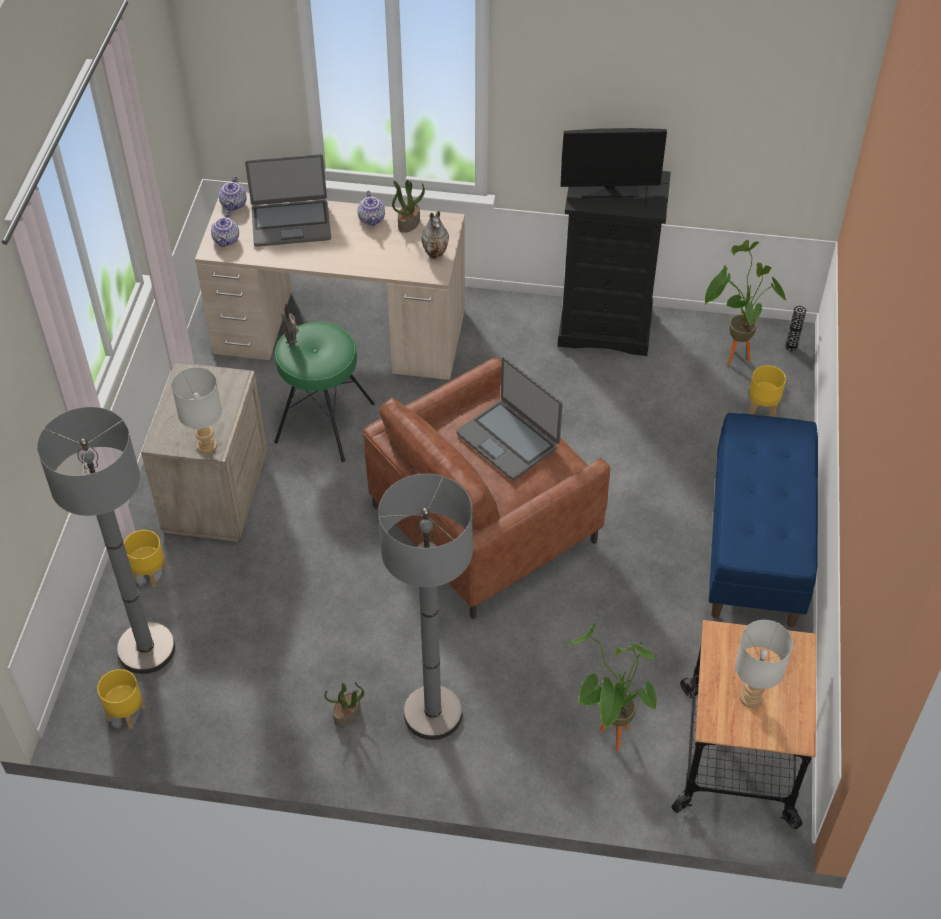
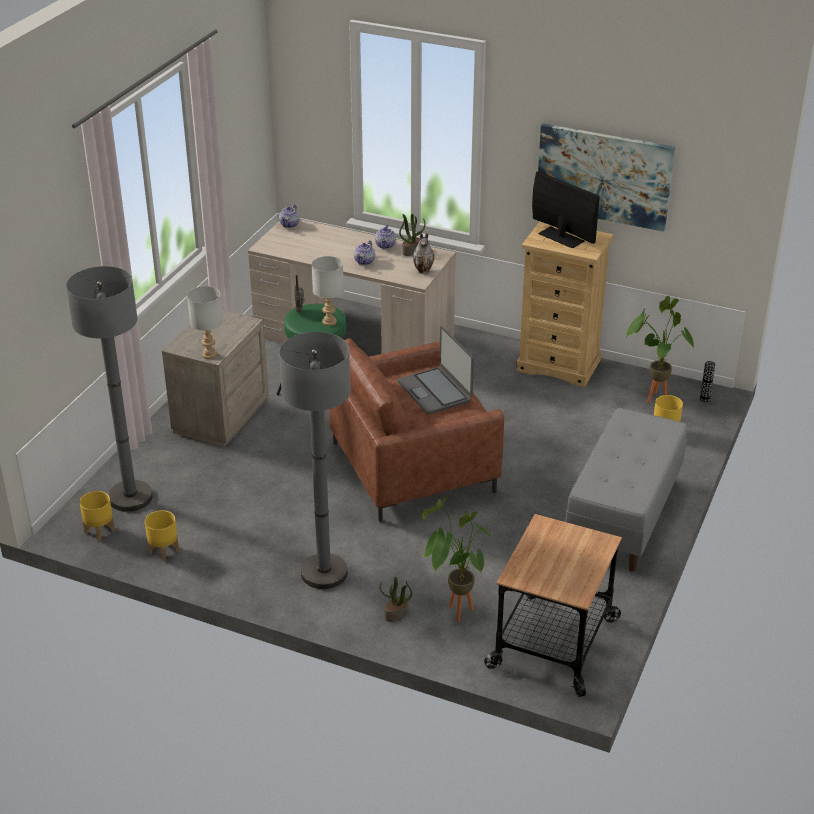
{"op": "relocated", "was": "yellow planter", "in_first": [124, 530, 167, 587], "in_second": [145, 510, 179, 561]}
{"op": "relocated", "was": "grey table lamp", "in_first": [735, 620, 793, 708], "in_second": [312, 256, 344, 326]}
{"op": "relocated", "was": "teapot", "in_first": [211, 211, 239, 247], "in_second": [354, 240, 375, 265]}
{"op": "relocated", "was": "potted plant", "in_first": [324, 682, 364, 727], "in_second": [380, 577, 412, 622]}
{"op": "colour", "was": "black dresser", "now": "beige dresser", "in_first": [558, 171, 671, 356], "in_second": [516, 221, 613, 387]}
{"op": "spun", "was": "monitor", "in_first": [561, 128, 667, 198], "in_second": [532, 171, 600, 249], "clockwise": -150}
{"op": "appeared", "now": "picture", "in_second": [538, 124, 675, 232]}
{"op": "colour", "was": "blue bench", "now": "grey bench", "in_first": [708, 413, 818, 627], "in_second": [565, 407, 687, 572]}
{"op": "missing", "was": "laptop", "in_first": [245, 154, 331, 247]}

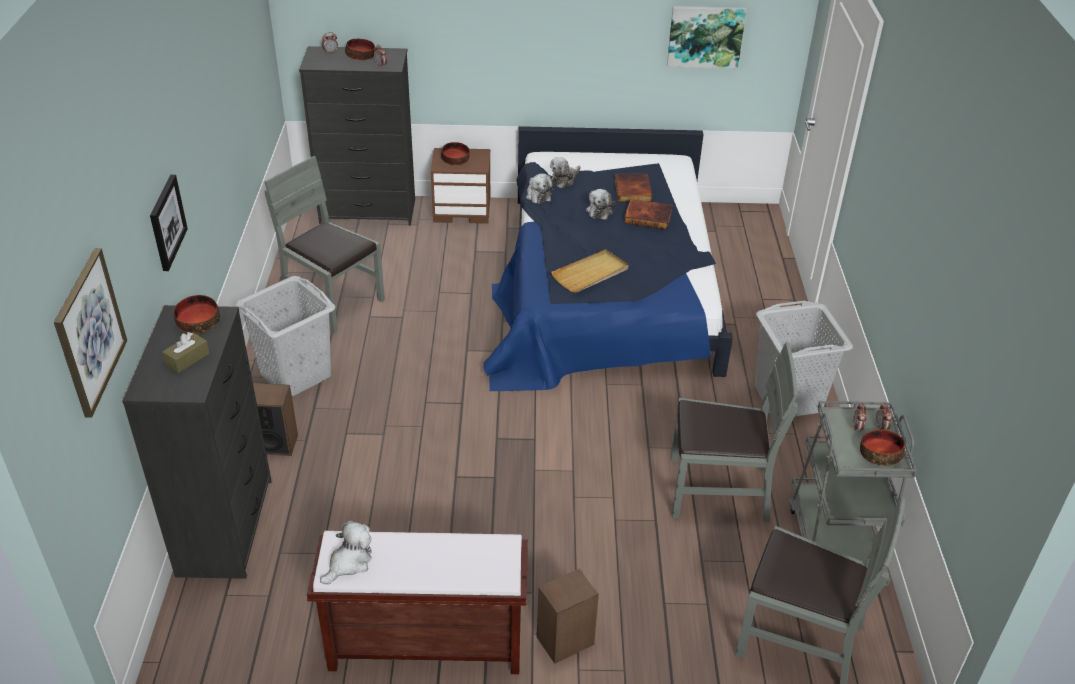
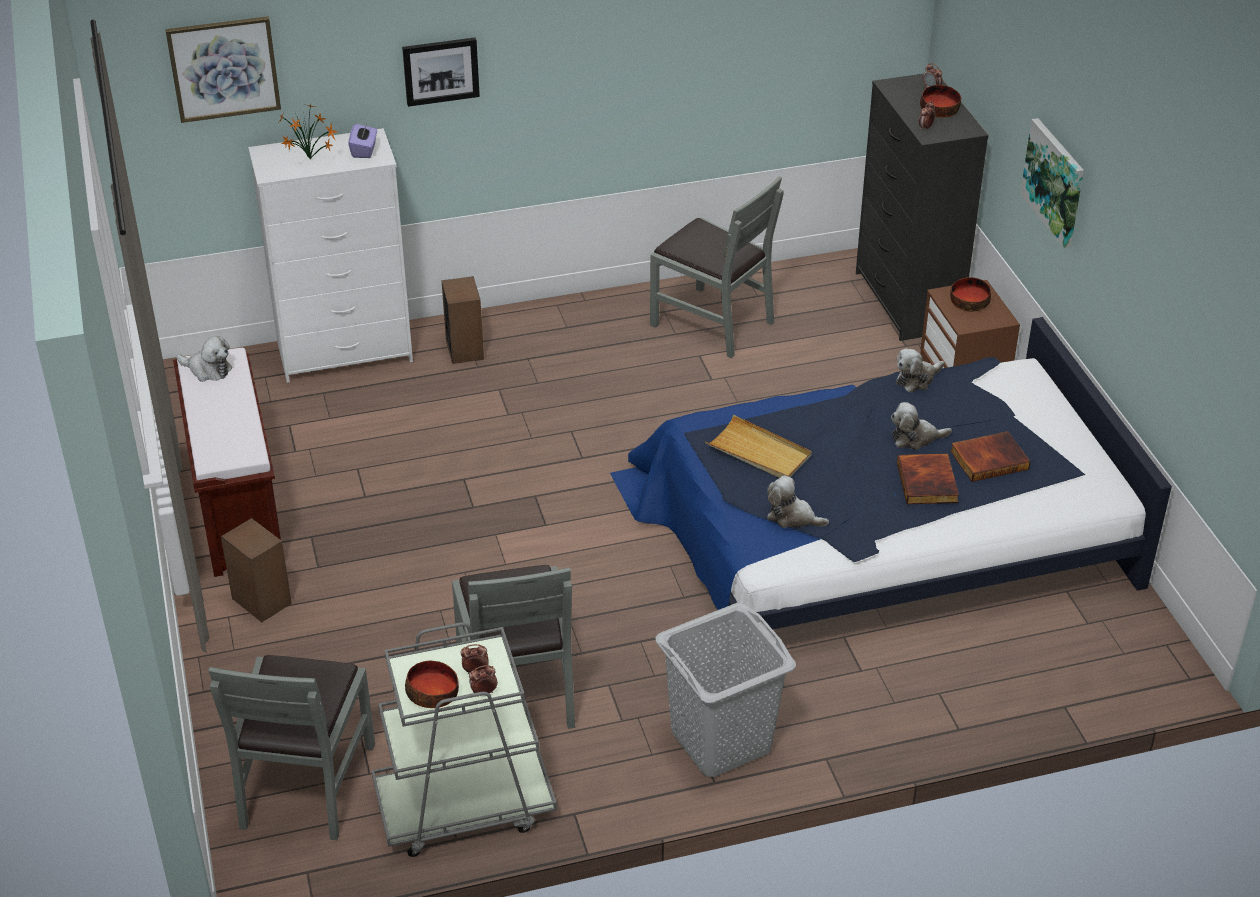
{"op": "colour", "was": "black dresser", "now": "white dresser", "in_first": [122, 305, 272, 579], "in_second": [248, 128, 413, 383]}
{"op": "exchanged", "was": "brown tissue box", "now": "potted plant", "in_first": [162, 332, 209, 373], "in_second": [278, 105, 338, 159]}
{"op": "exchanged", "was": "bowl", "now": "purple tissue box", "in_first": [173, 295, 220, 333], "in_second": [348, 122, 377, 158]}
{"op": "spun", "was": "grey chair", "in_first": [264, 156, 385, 333], "in_second": [650, 176, 784, 358], "clockwise": 105}
{"op": "relocated", "was": "plush toy", "in_first": [550, 157, 580, 188], "in_second": [767, 476, 829, 528]}
{"op": "relocated", "was": "picture", "in_first": [667, 6, 746, 68], "in_second": [1020, 118, 1084, 248]}
{"op": "missing", "was": "grey laundry basket", "in_first": [235, 276, 335, 397]}

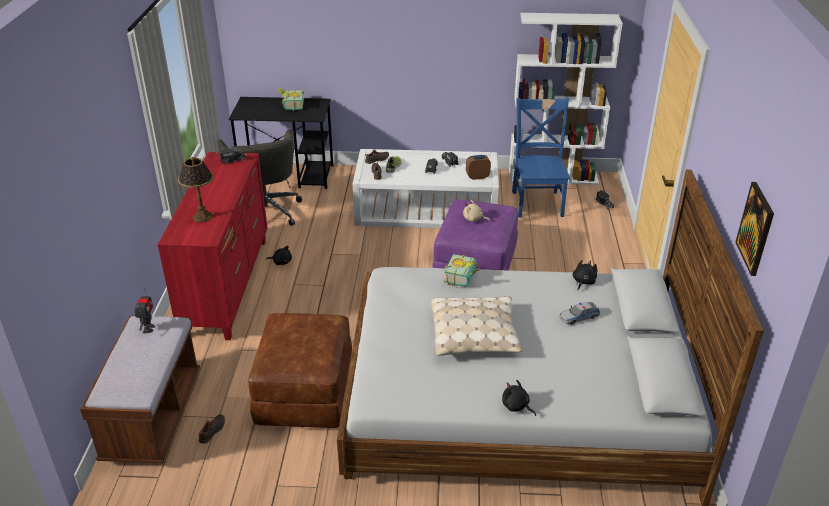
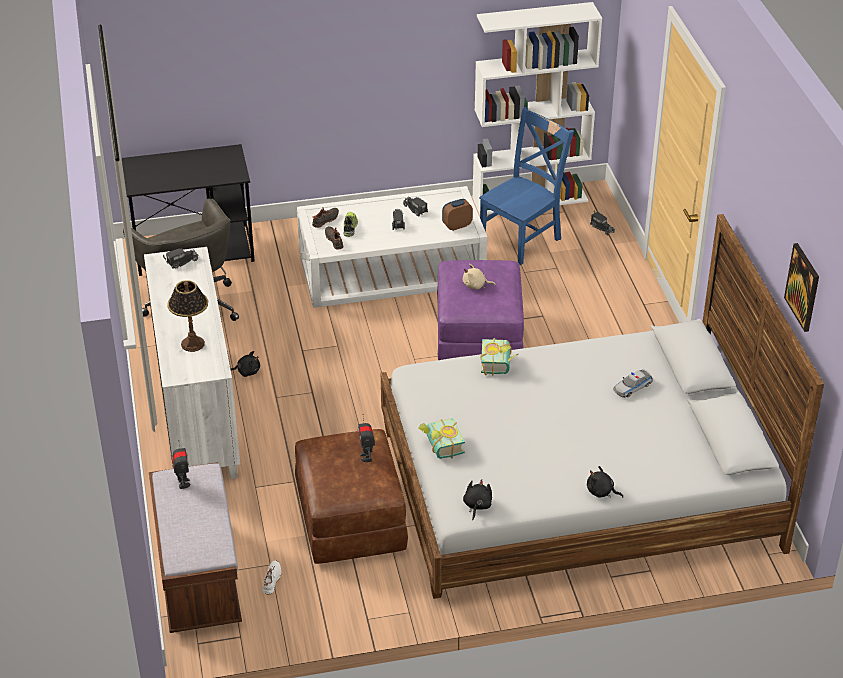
{"op": "colour", "was": "red dresser", "now": "white dresser", "in_first": [158, 152, 268, 340], "in_second": [144, 247, 240, 479]}
{"op": "colour", "was": "black shoe", "now": "white shoe", "in_first": [198, 414, 225, 444], "in_second": [263, 561, 281, 594]}
{"op": "appeared", "now": "toy robot", "in_second": [358, 414, 375, 462]}
{"op": "relocated", "was": "book", "in_first": [278, 88, 304, 111], "in_second": [418, 418, 465, 459]}
{"op": "relocated", "was": "black plush toy", "in_first": [573, 260, 597, 291], "in_second": [463, 479, 492, 520]}
{"op": "spun", "was": "blue chair", "in_first": [512, 97, 570, 217], "in_second": [479, 107, 574, 265], "clockwise": 60}
{"op": "missing", "was": "beige pillow", "in_first": [431, 296, 522, 355]}

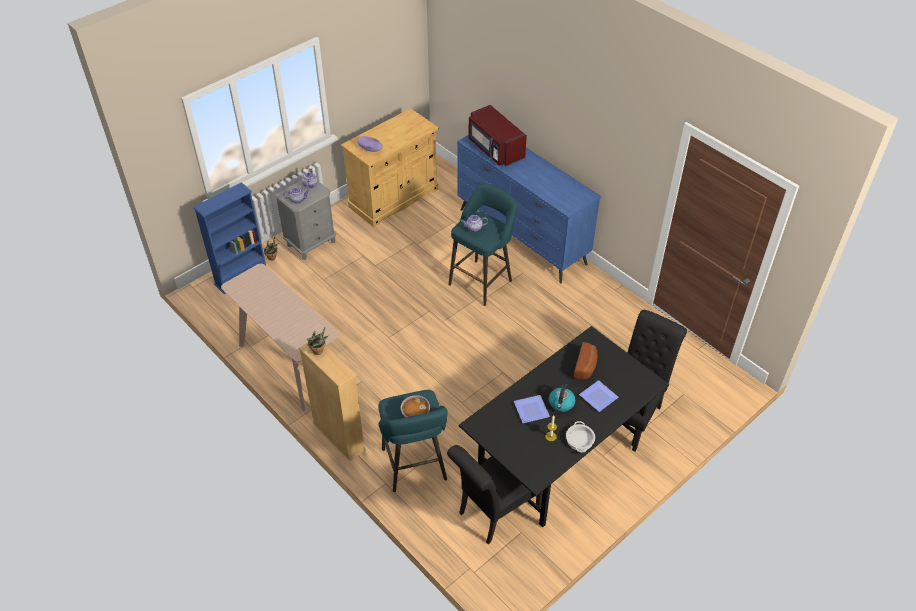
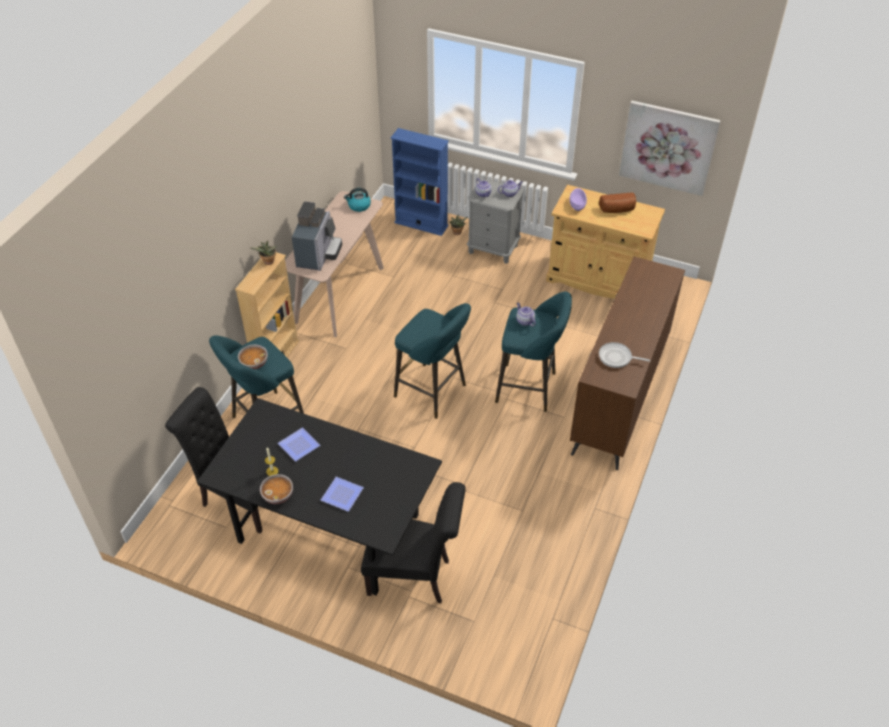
{"op": "exchanged", "was": "cooking pot", "now": "bowl", "in_first": [566, 421, 595, 452], "in_second": [260, 474, 293, 504]}
{"op": "appeared", "now": "coffee machine", "in_second": [292, 202, 342, 271]}
{"op": "relocated", "was": "kettle", "in_first": [549, 383, 575, 412], "in_second": [344, 188, 371, 212]}
{"op": "appeared", "now": "turquoise stool", "in_second": [394, 303, 471, 419]}
{"op": "colour", "was": "blue dresser", "now": "brown dresser", "in_first": [457, 135, 601, 284], "in_second": [570, 256, 685, 470]}
{"op": "relocated", "was": "bread", "in_first": [574, 342, 598, 380], "in_second": [599, 193, 636, 213]}
{"op": "appeared", "now": "frying pan", "in_second": [599, 342, 650, 368]}
{"op": "appeared", "now": "picture", "in_second": [619, 101, 721, 196]}
{"op": "missing", "was": "red microwave", "in_first": [469, 105, 527, 167]}

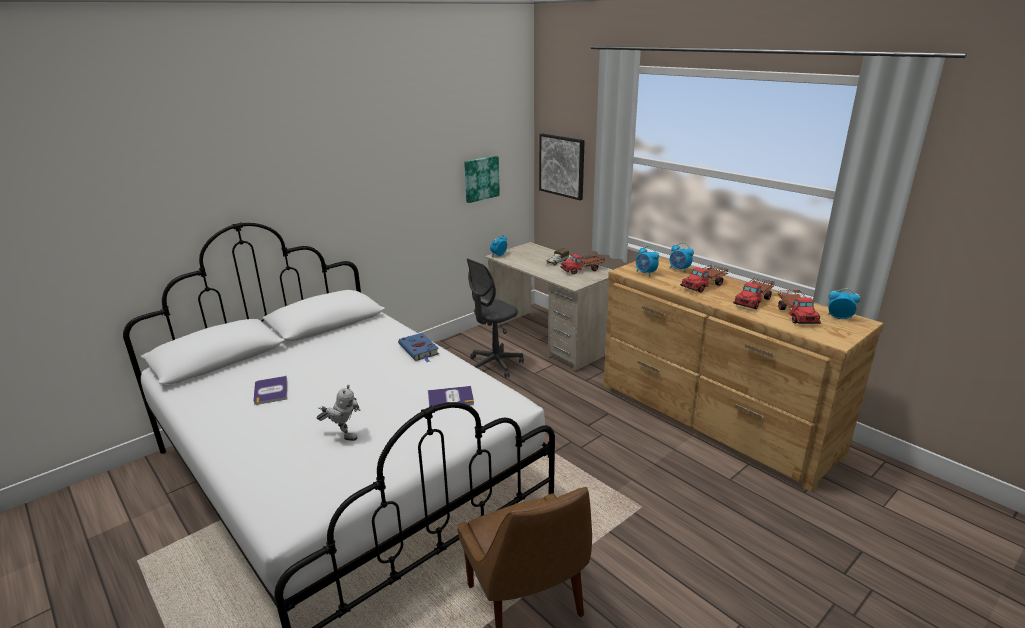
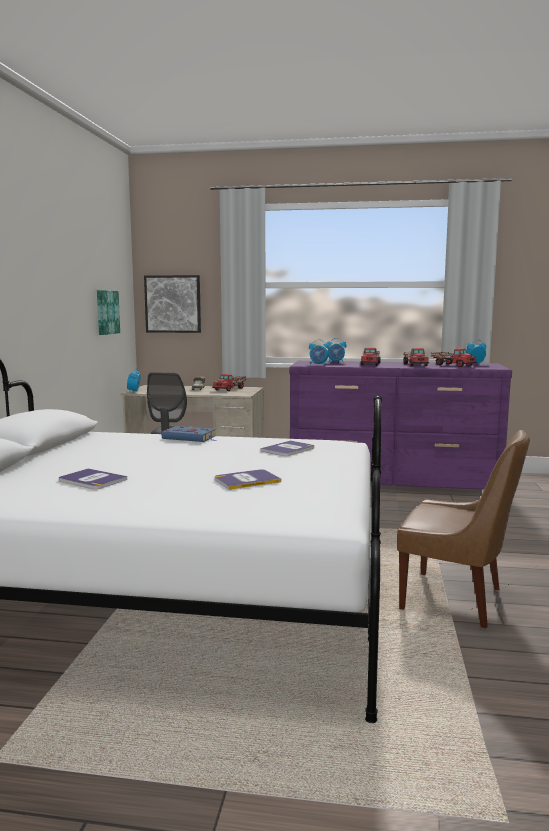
{"op": "exchanged", "was": "toy robot", "now": "book", "in_first": [316, 385, 360, 441], "in_second": [215, 469, 281, 490]}
{"op": "colour", "was": "brown dresser", "now": "purple dresser", "in_first": [603, 256, 884, 492], "in_second": [289, 361, 512, 490]}

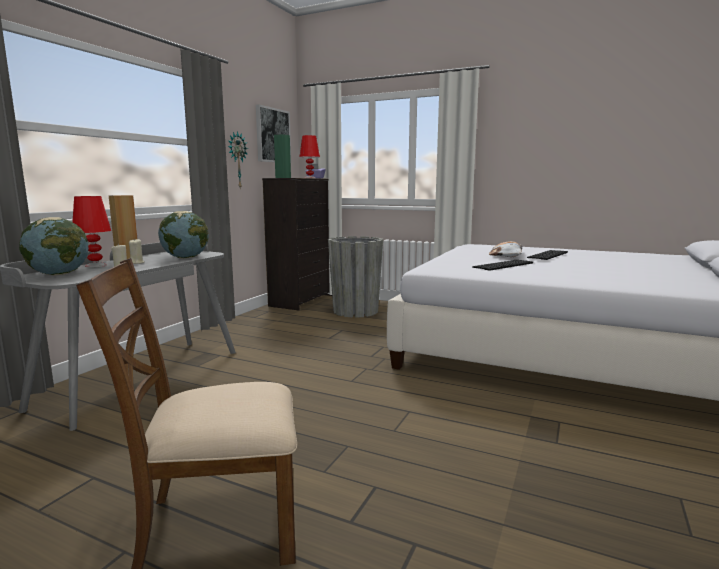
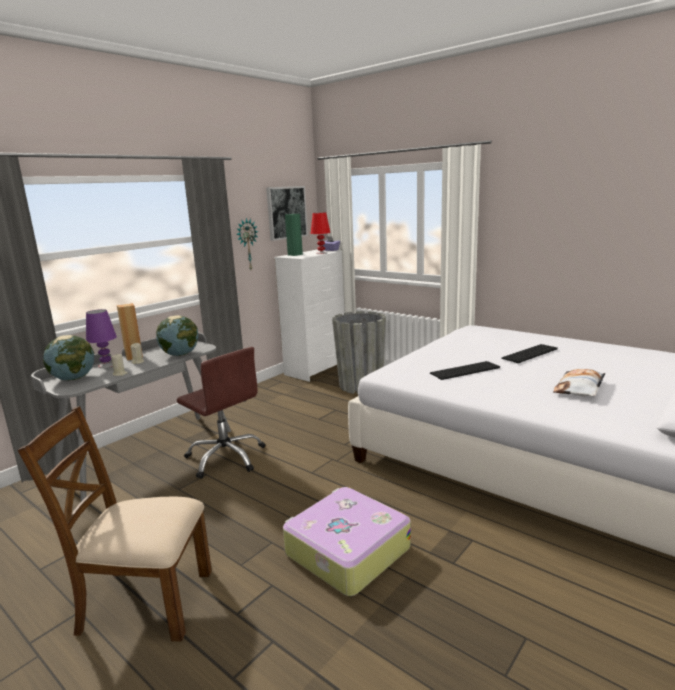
{"op": "colour", "was": "red table lamp", "now": "purple table lamp", "in_first": [72, 196, 111, 267], "in_second": [86, 309, 117, 368]}
{"op": "appeared", "now": "brown office chair", "in_second": [177, 347, 265, 479]}
{"op": "colour", "was": "black dresser", "now": "white dresser", "in_first": [262, 178, 332, 311], "in_second": [274, 250, 344, 382]}
{"op": "appeared", "now": "suitcase", "in_second": [283, 487, 411, 596]}
{"op": "relocated", "was": "pillow", "in_first": [489, 241, 523, 257], "in_second": [553, 369, 606, 397]}

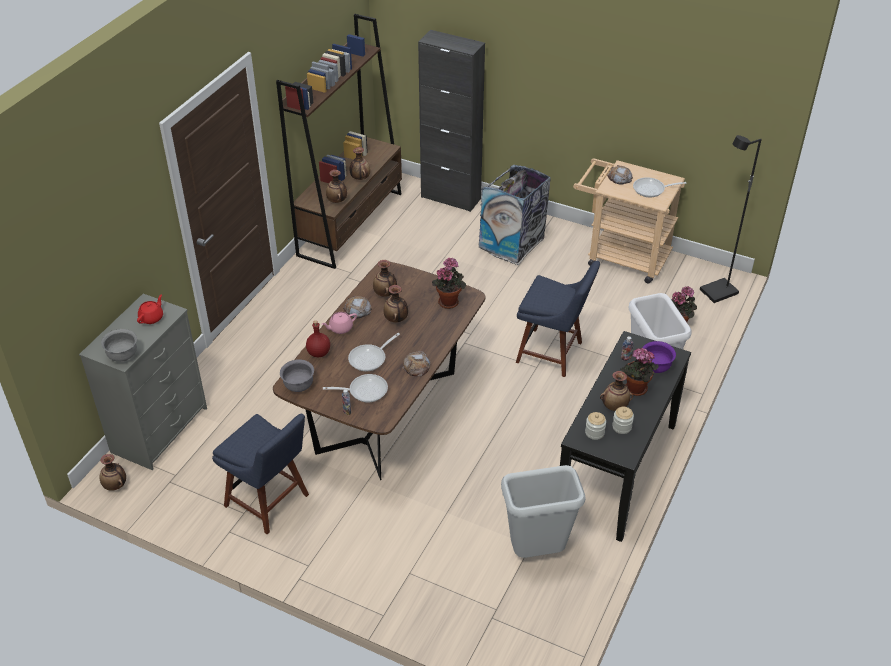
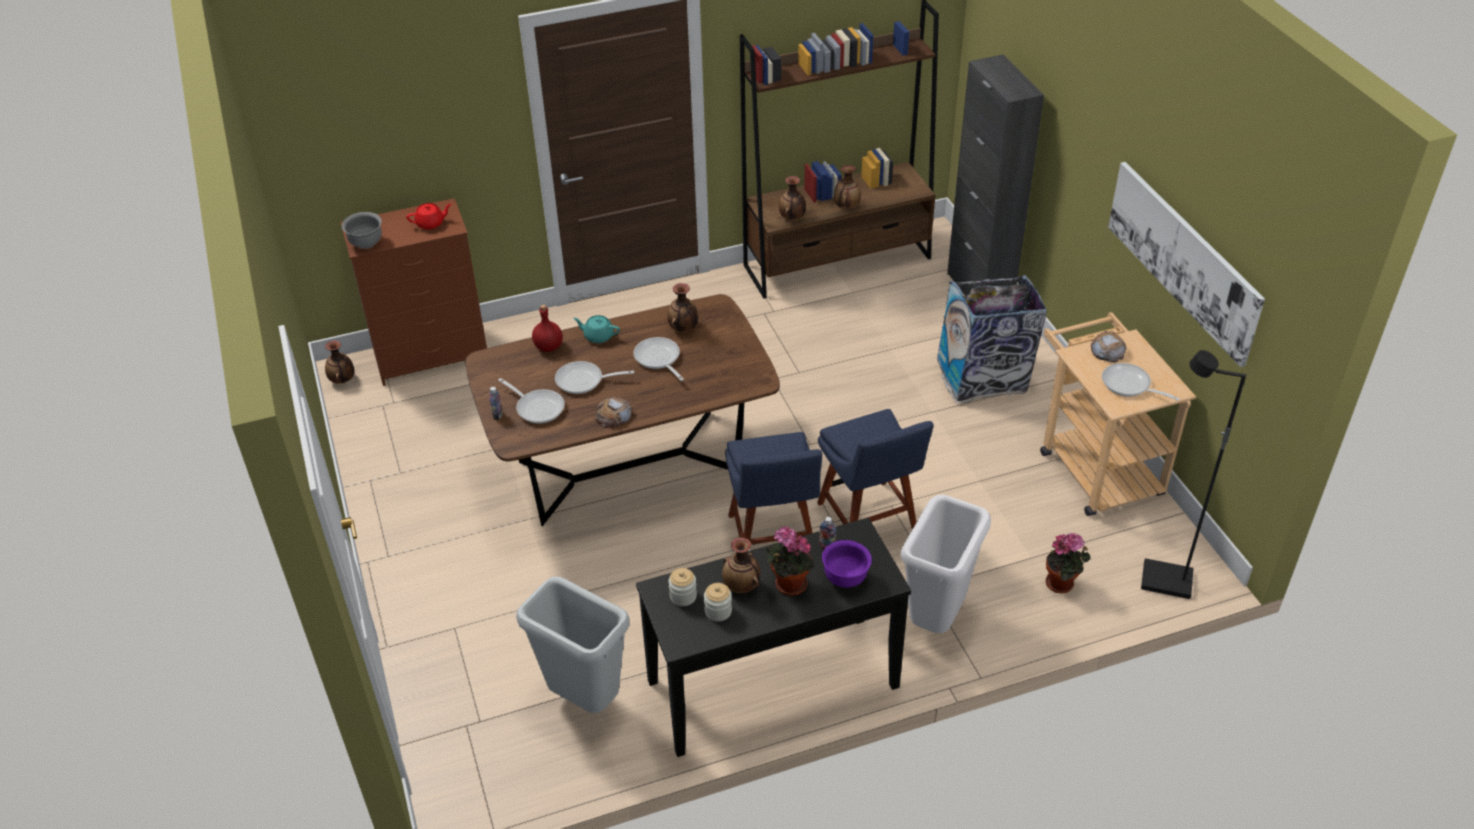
{"op": "colour", "was": "grey dresser", "now": "brown dresser", "in_first": [79, 294, 207, 470], "in_second": [340, 198, 487, 386]}
{"op": "colour", "was": "pink teapot", "now": "turquoise teapot", "in_first": [322, 312, 357, 334], "in_second": [573, 315, 620, 343]}
{"op": "exchanged", "was": "vase", "now": "frying pan", "in_first": [384, 285, 408, 322], "in_second": [633, 337, 684, 381]}
{"op": "relocated", "was": "blue chair", "in_first": [212, 414, 309, 534], "in_second": [725, 432, 822, 545]}
{"op": "appeared", "now": "picture", "in_second": [1108, 162, 1265, 367]}
{"op": "missing", "was": "grey bowl", "in_first": [280, 359, 314, 392]}
{"op": "missing", "was": "bread", "in_first": [343, 296, 372, 318]}
{"op": "missing", "was": "potted plant", "in_first": [432, 257, 466, 309]}

